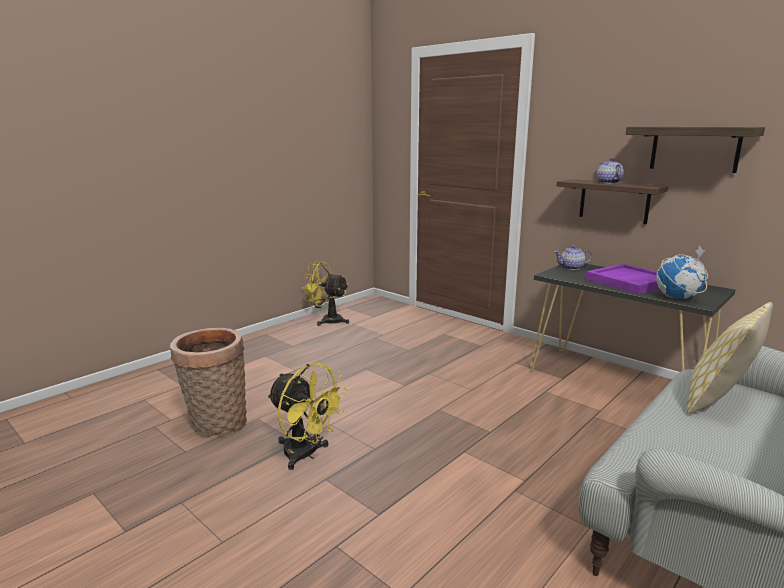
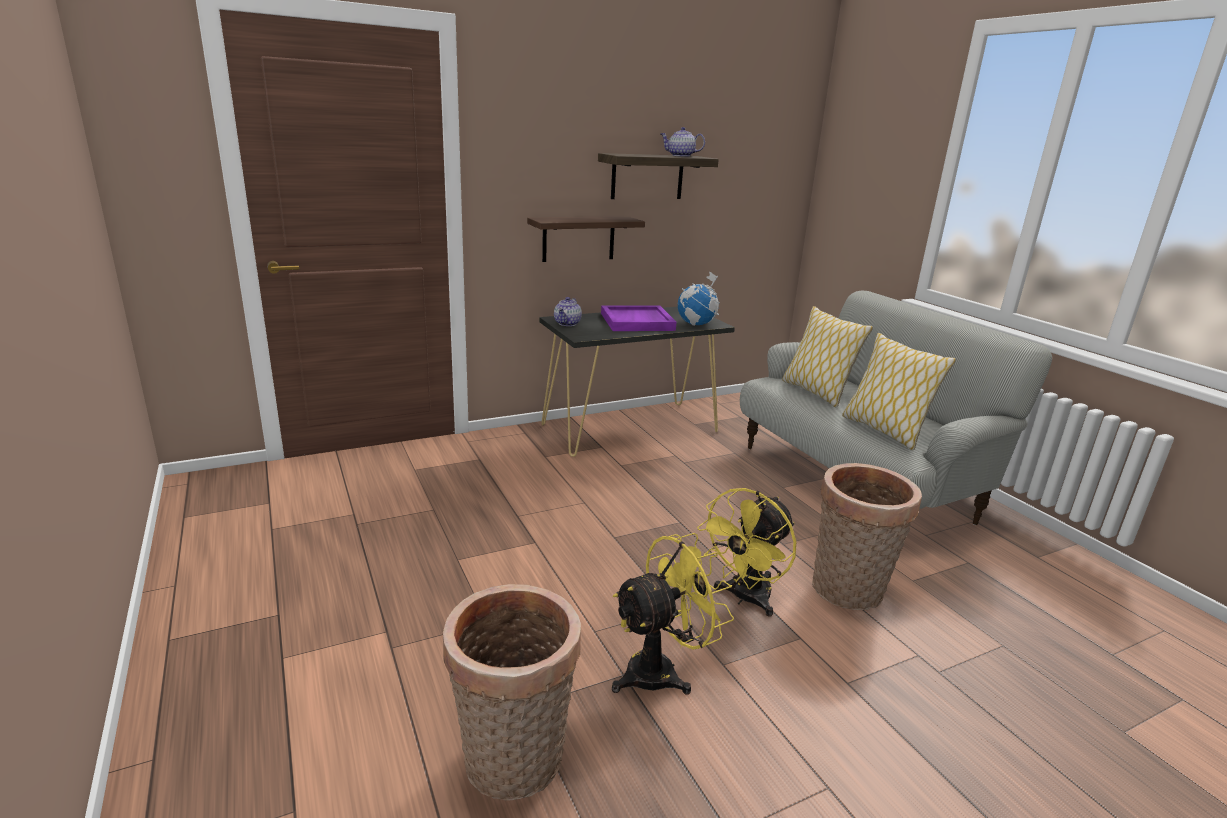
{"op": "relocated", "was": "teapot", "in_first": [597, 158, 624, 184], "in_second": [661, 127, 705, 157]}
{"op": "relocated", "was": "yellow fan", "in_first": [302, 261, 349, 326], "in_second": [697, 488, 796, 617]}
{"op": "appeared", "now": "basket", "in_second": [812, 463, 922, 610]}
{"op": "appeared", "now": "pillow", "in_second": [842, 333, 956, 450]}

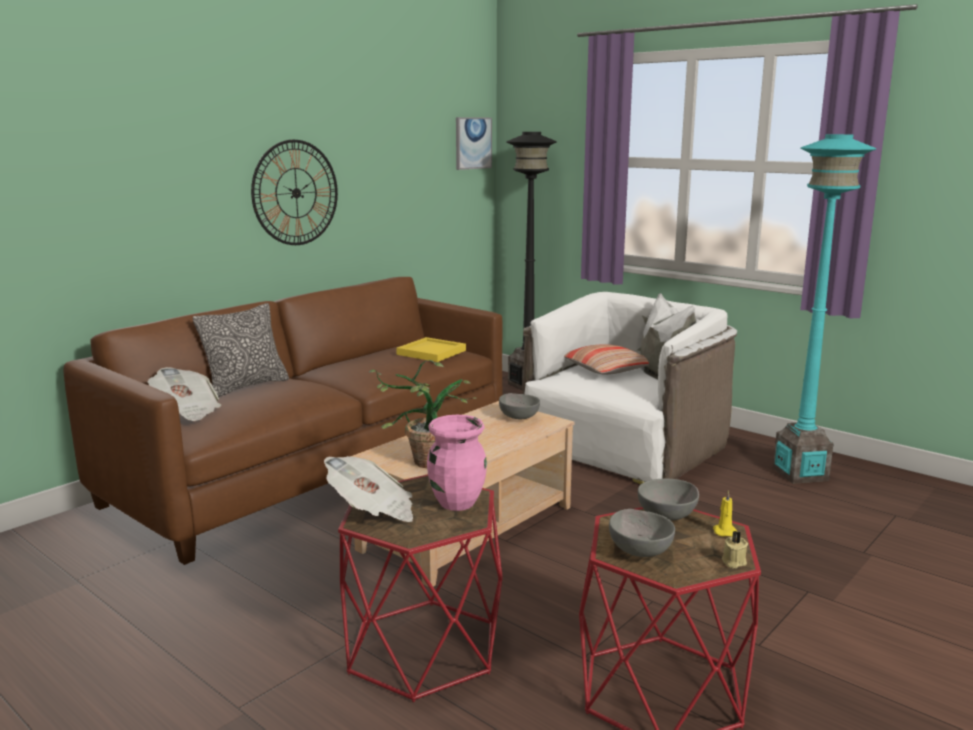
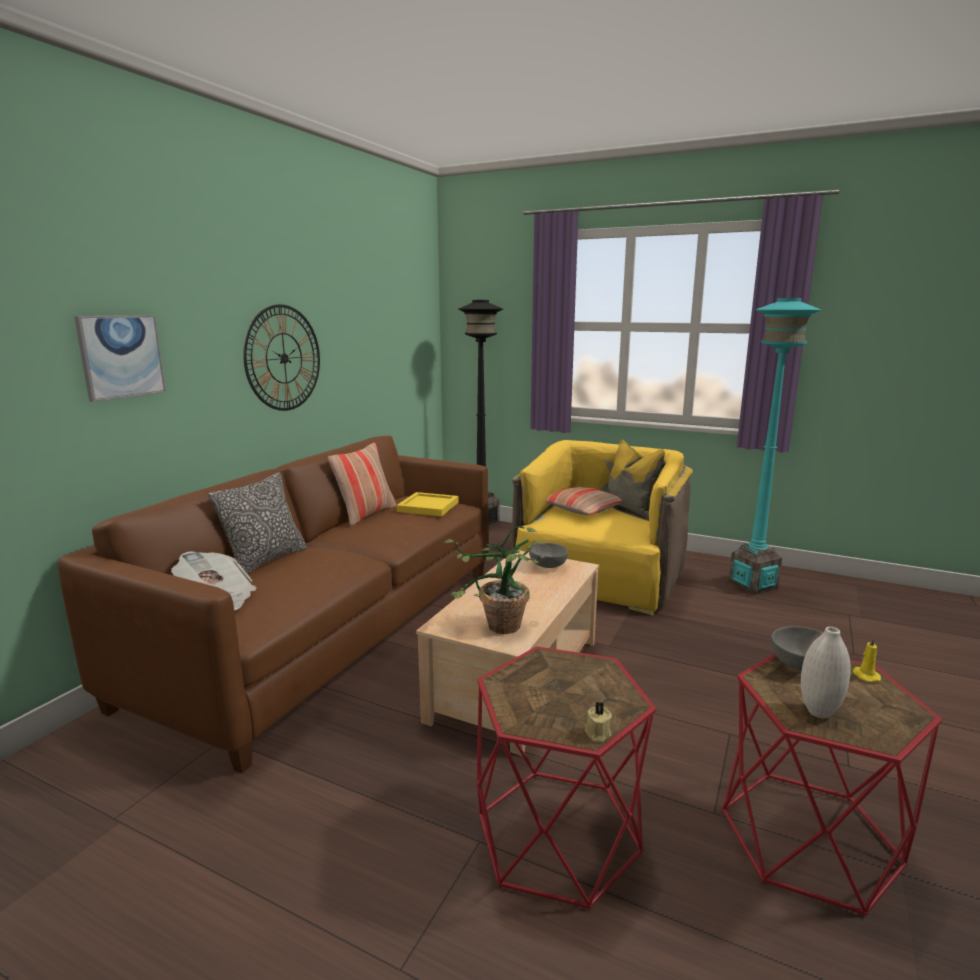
{"op": "relocated", "was": "picture", "in_first": [456, 117, 492, 170], "in_second": [74, 315, 166, 402]}
{"op": "appeared", "now": "pillow", "in_second": [328, 443, 396, 526]}
{"op": "colour", "was": "white armchair", "now": "yellow armchair", "in_first": [523, 292, 737, 484], "in_second": [512, 439, 693, 616]}
{"op": "relocated", "was": "beige candle", "in_first": [722, 531, 748, 569], "in_second": [585, 702, 612, 743]}
{"op": "exchanged", "was": "grey bowl", "now": "white vase", "in_first": [609, 509, 675, 557], "in_second": [801, 627, 851, 718]}
{"op": "missing", "was": "newspaper", "in_first": [324, 456, 413, 522]}
{"op": "missing", "was": "pink vase", "in_first": [427, 415, 487, 511]}

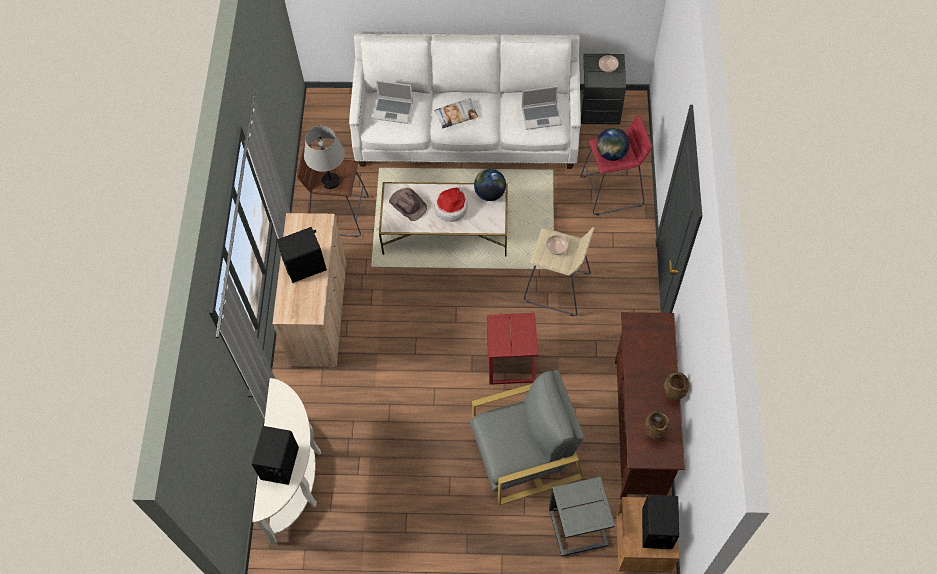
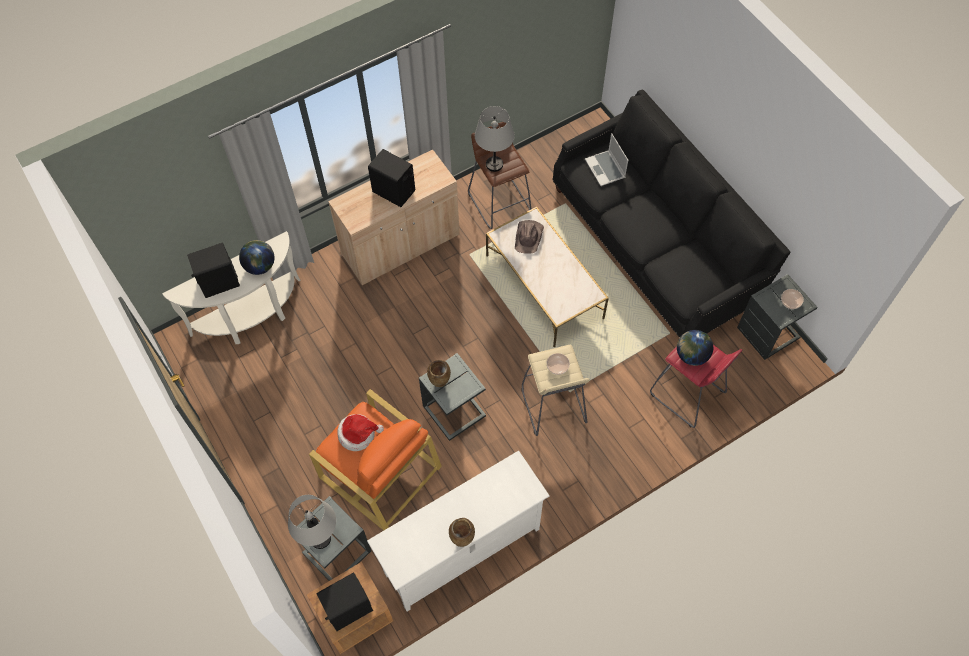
{"op": "relocated", "was": "globe", "in_first": [474, 169, 506, 201], "in_second": [239, 240, 275, 275]}
{"op": "appeared", "now": "grey table lamp", "in_second": [288, 495, 336, 549]}
{"op": "colour", "was": "grey armchair", "now": "orange armchair", "in_first": [470, 370, 585, 505], "in_second": [309, 389, 442, 531]}
{"op": "relocated", "was": "hat", "in_first": [434, 187, 467, 222], "in_second": [337, 414, 384, 451]}
{"op": "colour", "was": "brown tv stand", "now": "white tv stand", "in_first": [615, 312, 685, 499], "in_second": [367, 451, 550, 612]}
{"op": "colour", "was": "red side table", "now": "grey side table", "in_first": [487, 313, 538, 385], "in_second": [419, 353, 486, 441]}
{"op": "relocated", "was": "brown vase", "in_first": [645, 411, 671, 439], "in_second": [427, 360, 451, 387]}
{"op": "colour", "was": "white sofa", "now": "black sofa", "in_first": [349, 33, 581, 169], "in_second": [552, 90, 790, 338]}
{"op": "missing", "was": "pillow", "in_first": [434, 98, 478, 129]}
{"op": "missing", "was": "laptop", "in_first": [522, 86, 562, 130]}

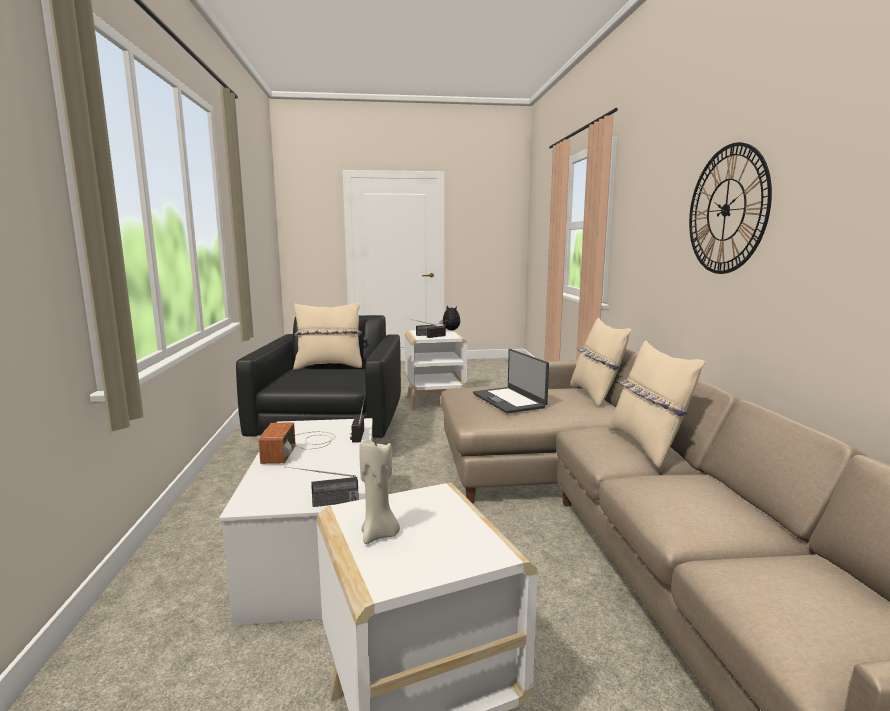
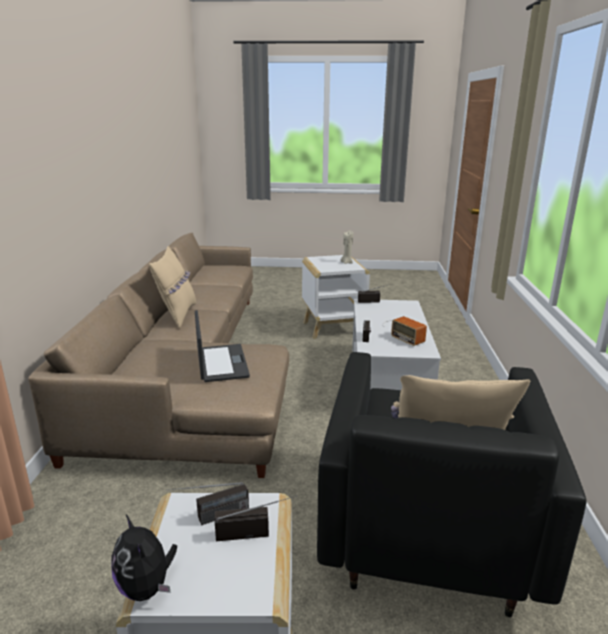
{"op": "spun", "was": "radio", "in_first": [258, 422, 335, 464], "in_second": [382, 316, 427, 346], "clockwise": 135}
{"op": "missing", "was": "beige pillow", "in_first": [570, 317, 631, 408]}
{"op": "missing", "was": "wall clock", "in_first": [689, 142, 772, 274]}

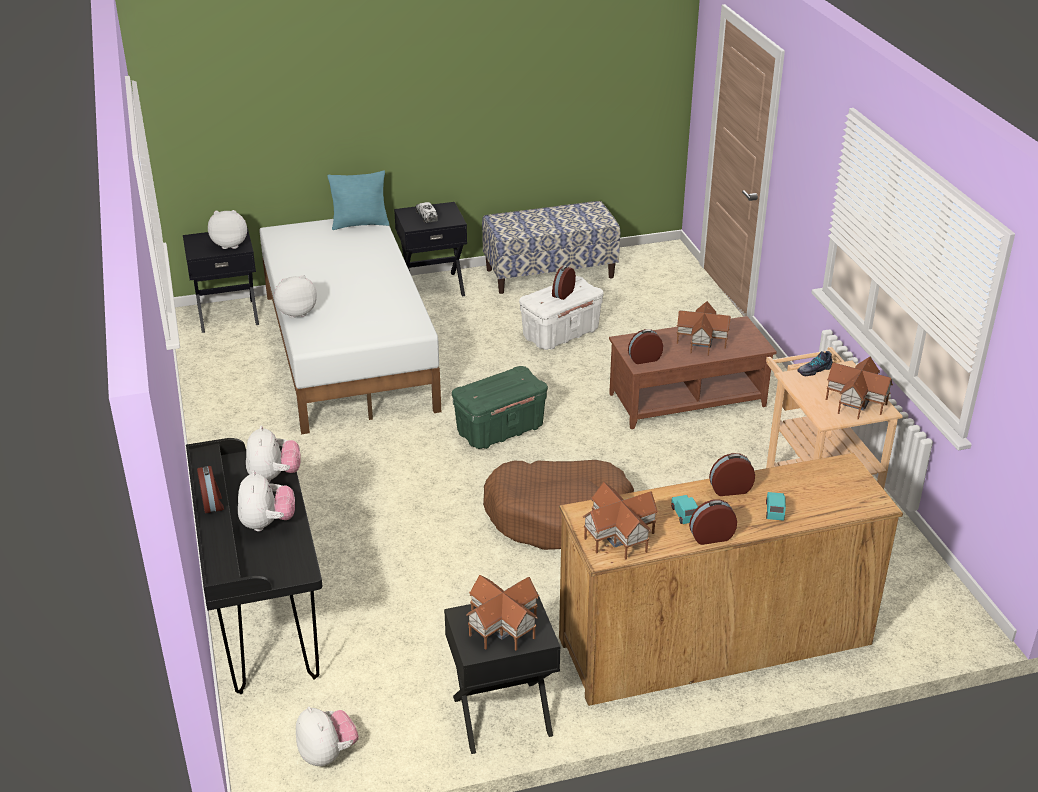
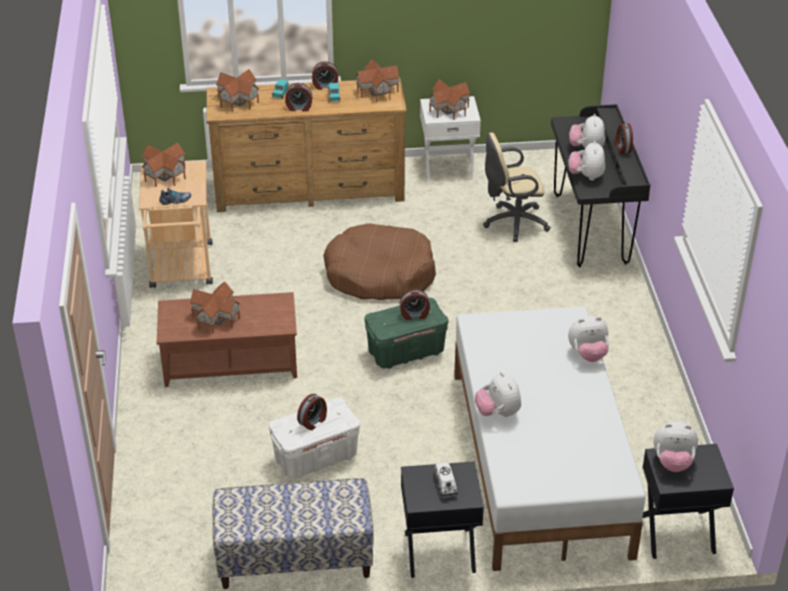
{"op": "appeared", "now": "toy house", "in_second": [216, 69, 259, 112]}
{"op": "relocated", "was": "alarm clock", "in_first": [628, 329, 663, 364], "in_second": [400, 289, 430, 320]}
{"op": "colour", "was": "black nightstand", "now": "white nightstand", "in_first": [444, 593, 561, 754], "in_second": [420, 96, 481, 183]}
{"op": "relocated", "was": "plush toy", "in_first": [296, 707, 359, 766], "in_second": [475, 372, 521, 417]}
{"op": "appeared", "now": "beige office chair", "in_second": [483, 132, 551, 242]}
{"op": "missing", "was": "turquoise pillow", "in_first": [327, 170, 390, 230]}

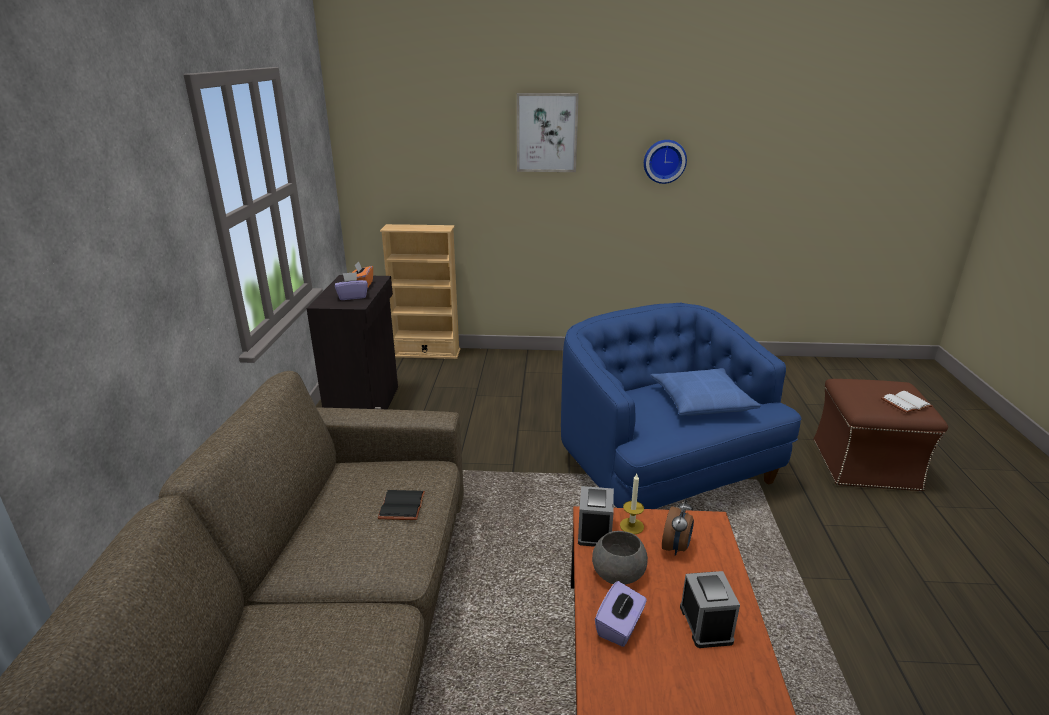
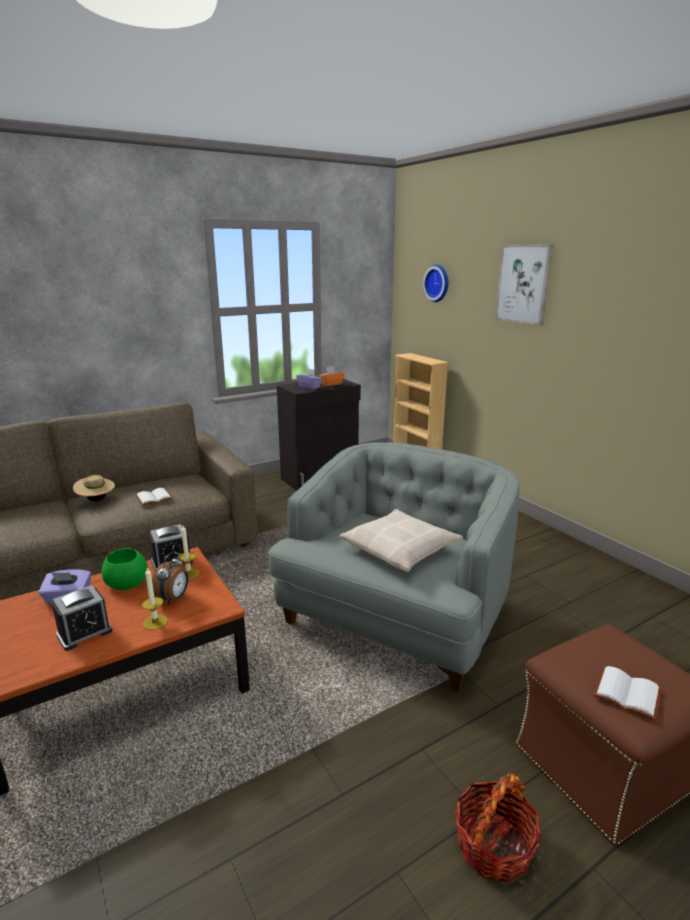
{"op": "appeared", "now": "beige hat", "in_second": [73, 475, 115, 501]}
{"op": "colour", "was": "grey bowl", "now": "green bowl", "in_first": [592, 531, 648, 585], "in_second": [101, 548, 148, 590]}
{"op": "colour", "was": "black book", "now": "white book", "in_first": [378, 490, 425, 520], "in_second": [135, 488, 173, 506]}
{"op": "appeared", "now": "candle", "in_second": [142, 568, 168, 630]}
{"op": "spun", "was": "alarm clock", "in_first": [662, 498, 694, 556], "in_second": [152, 552, 188, 605], "clockwise": -60}
{"op": "colour", "was": "blue armchair", "now": "grey armchair", "in_first": [561, 303, 801, 509], "in_second": [268, 442, 519, 691]}
{"op": "colour", "was": "blue pillow", "now": "beige pillow", "in_first": [651, 368, 761, 416], "in_second": [339, 509, 463, 572]}
{"op": "relocated", "was": "wall clock", "in_first": [644, 140, 687, 184], "in_second": [423, 264, 449, 302]}
{"op": "appeared", "now": "basket", "in_second": [455, 773, 542, 883]}

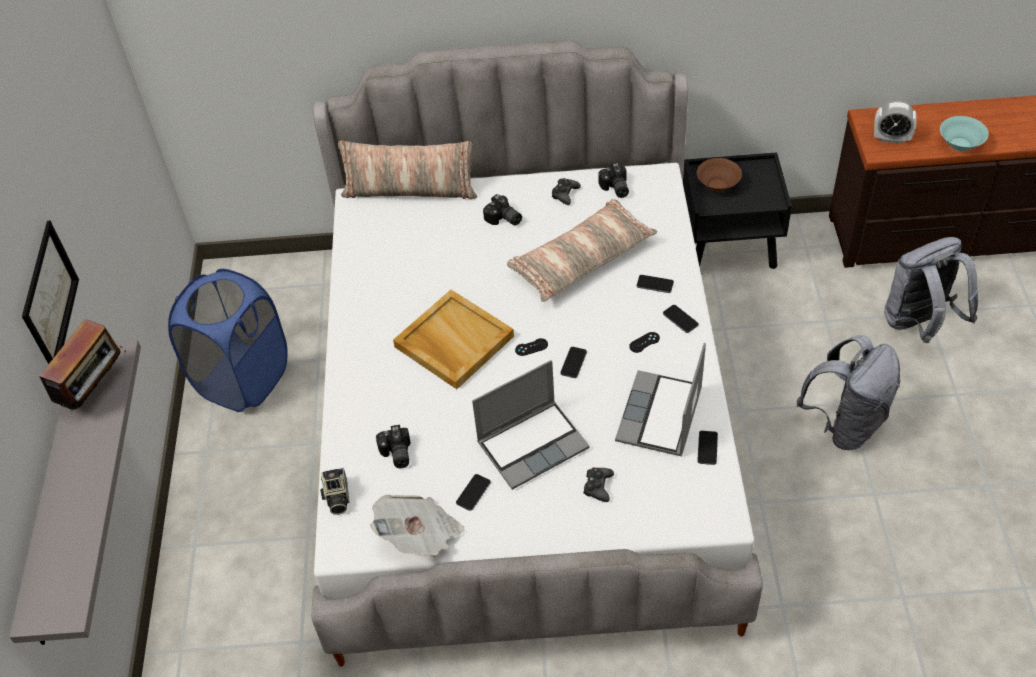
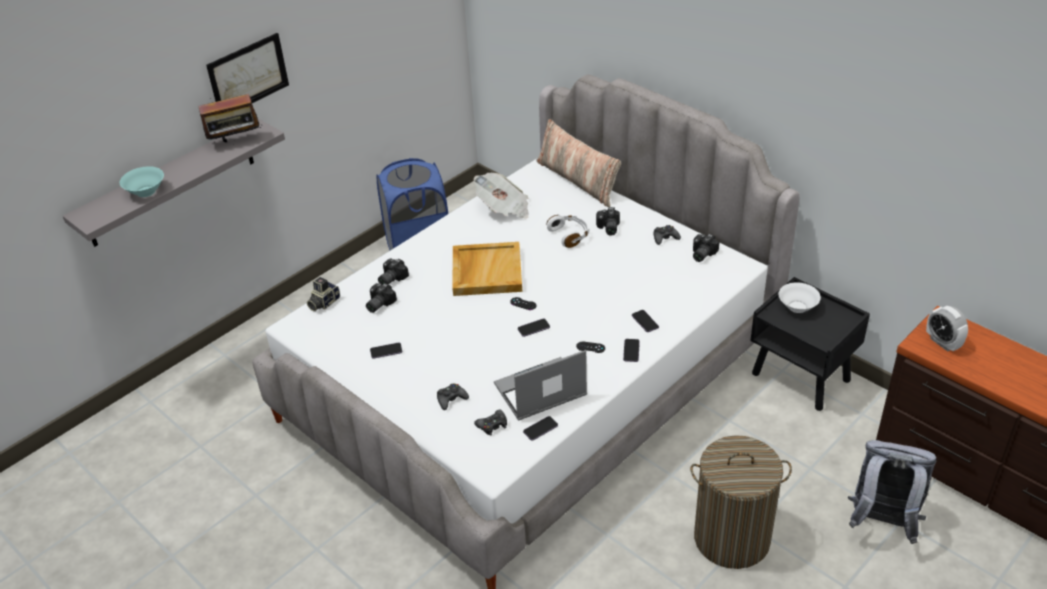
{"op": "relocated", "was": "turquoise bowl", "in_first": [940, 116, 989, 151], "in_second": [120, 166, 164, 197]}
{"op": "appeared", "now": "photo camera", "in_second": [378, 258, 409, 285]}
{"op": "relocated", "was": "newspaper", "in_first": [370, 495, 464, 558], "in_second": [473, 173, 529, 218]}
{"op": "appeared", "now": "black game controller", "in_second": [474, 409, 507, 436]}
{"op": "appeared", "now": "white headphones", "in_second": [547, 215, 589, 248]}
{"op": "exchanged", "was": "grey backpack", "now": "laundry basket", "in_first": [797, 335, 900, 450], "in_second": [690, 435, 792, 569]}
{"op": "colour", "was": "brown bowl", "now": "white bowl", "in_first": [697, 158, 742, 192], "in_second": [778, 282, 821, 313]}
{"op": "missing", "was": "laptop", "in_first": [472, 360, 590, 490]}
{"op": "missing", "was": "pillow", "in_first": [507, 199, 657, 302]}

